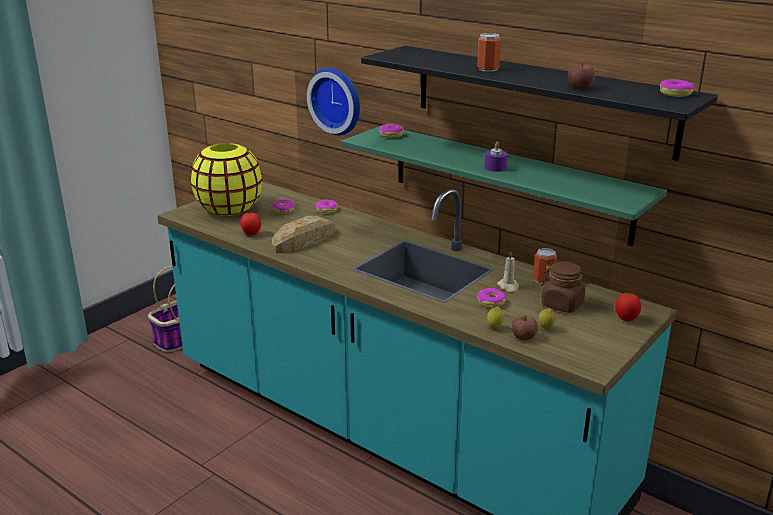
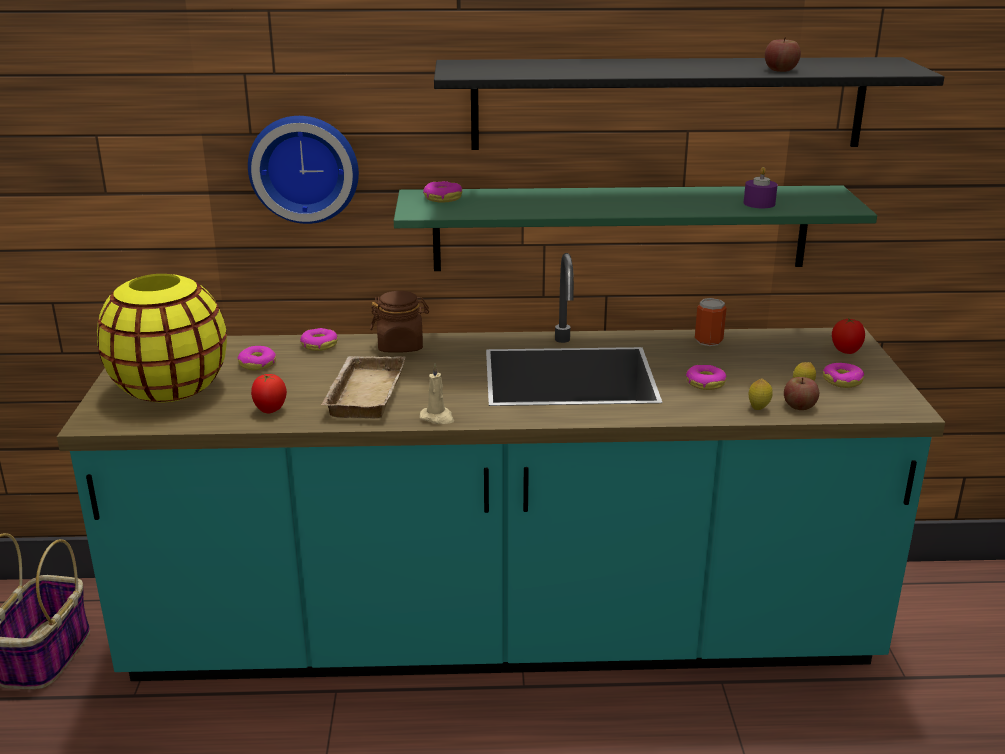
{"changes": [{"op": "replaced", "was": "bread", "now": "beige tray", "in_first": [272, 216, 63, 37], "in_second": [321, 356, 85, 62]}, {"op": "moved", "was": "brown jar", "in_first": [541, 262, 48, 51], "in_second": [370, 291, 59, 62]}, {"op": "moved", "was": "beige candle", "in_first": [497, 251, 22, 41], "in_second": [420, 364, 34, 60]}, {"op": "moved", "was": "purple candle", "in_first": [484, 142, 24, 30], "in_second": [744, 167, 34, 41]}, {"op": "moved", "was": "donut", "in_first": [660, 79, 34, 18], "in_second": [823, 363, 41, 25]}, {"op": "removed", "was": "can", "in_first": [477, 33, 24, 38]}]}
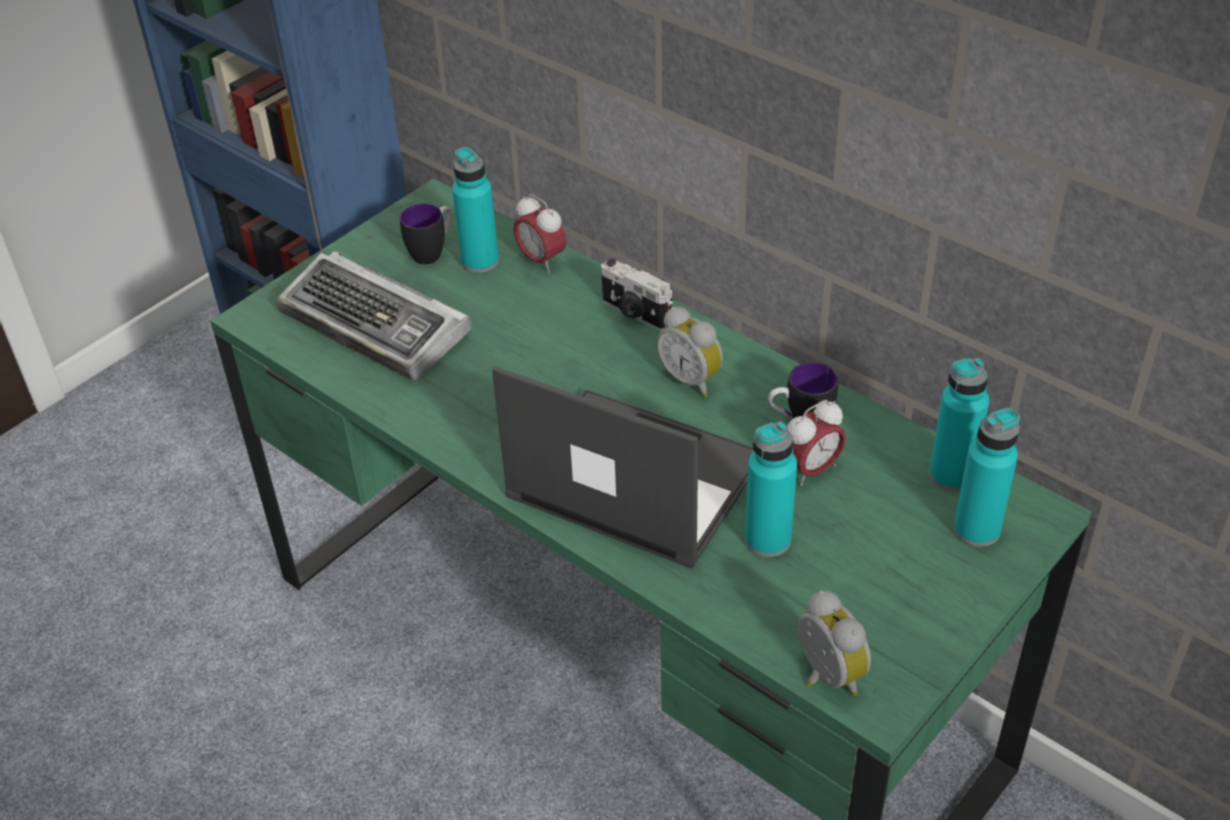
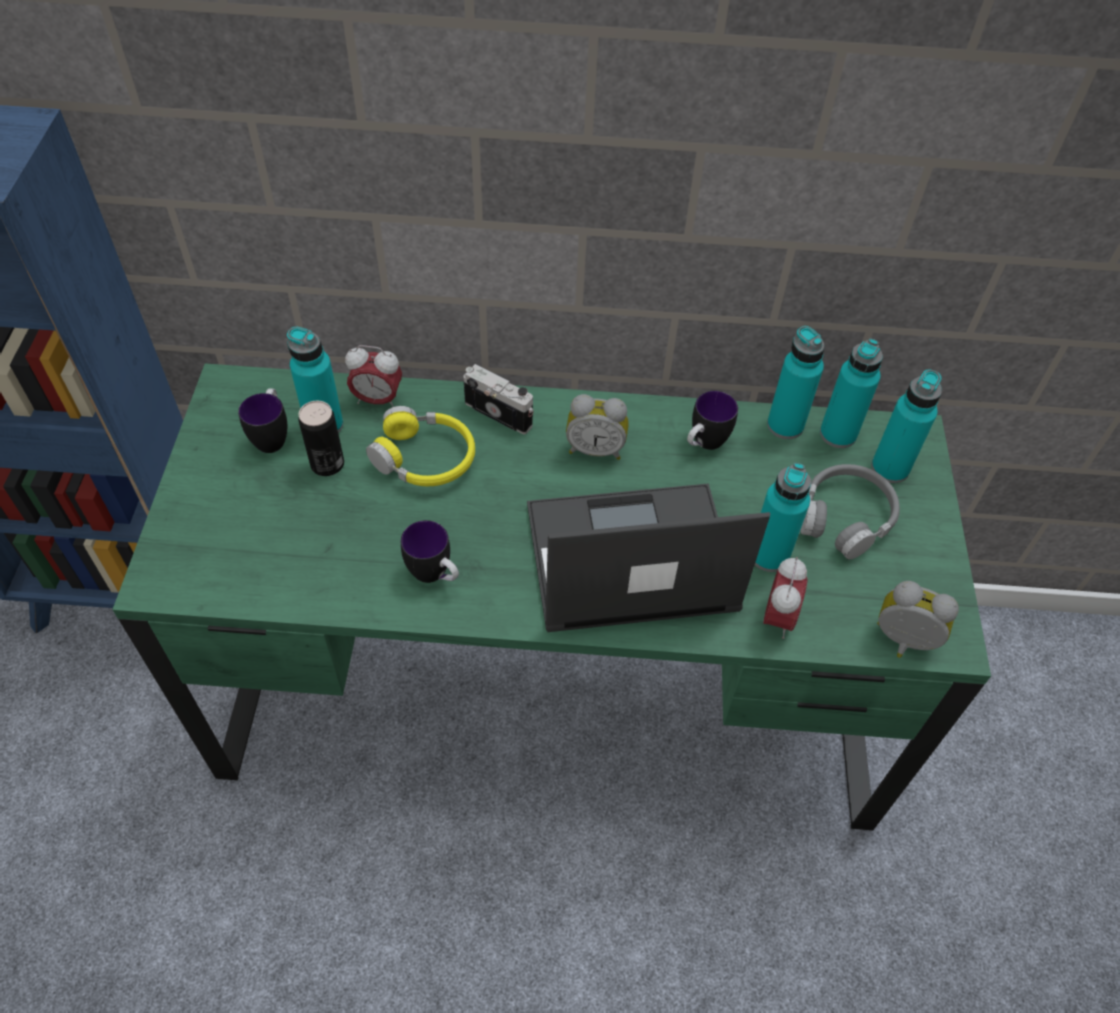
{"changes": [{"op": "added", "now": "can", "in_second": [298, 401, 46, 75]}, {"op": "added", "now": "yellow headphones", "in_second": [366, 406, 109, 80]}, {"op": "added", "now": "mug", "in_second": [401, 520, 58, 63]}, {"op": "turned", "was": "photo camera", "in_first": [601, 258, 72, 73], "in_second": [463, 364, 70, 70], "clockwise": -150}, {"op": "moved", "was": "alarm clock", "in_first": [787, 400, 59, 86], "in_second": [763, 557, 45, 82]}, {"op": "added", "now": "turquoise bottle", "in_second": [767, 326, 58, 113]}, {"op": "added", "now": "grey headphones", "in_second": [800, 464, 100, 96]}, {"op": "removed", "was": "keyboard", "in_first": [277, 251, 194, 130]}]}
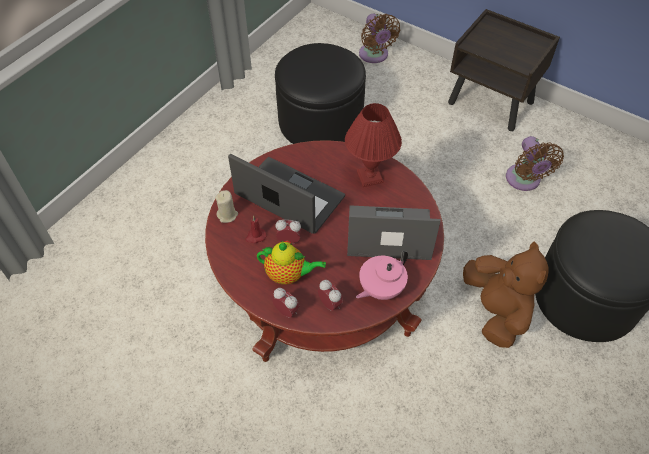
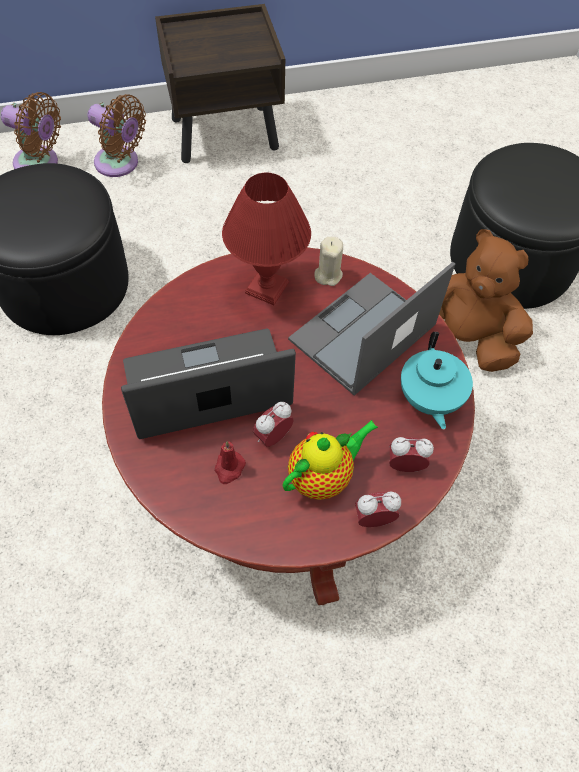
{"changes": [{"op": "moved", "was": "brown fan", "in_first": [506, 136, 58, 55], "in_second": [88, 94, 58, 83]}, {"op": "moved", "was": "beige candle", "in_first": [215, 190, 23, 33], "in_second": [314, 237, 29, 49]}, {"op": "recoloured", "was": "pink teapot", "now": "turquoise teapot", "in_first": [356, 250, 52, 50], "in_second": [401, 332, 72, 98]}]}
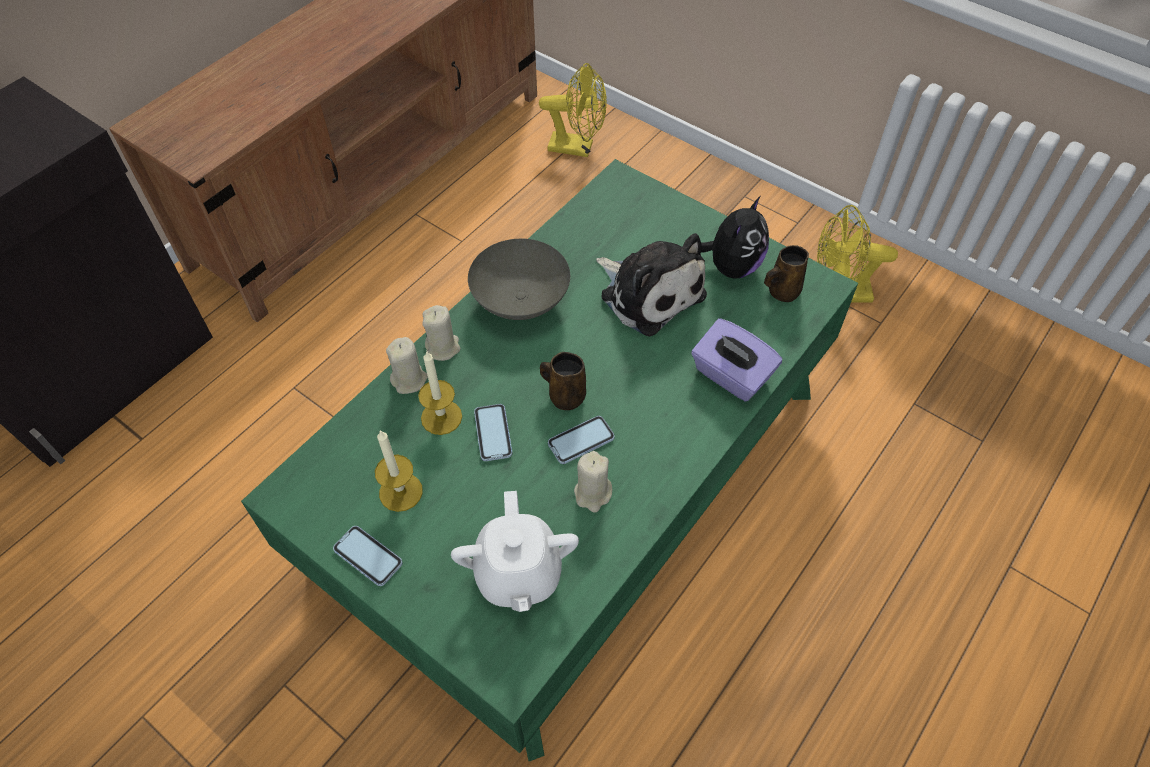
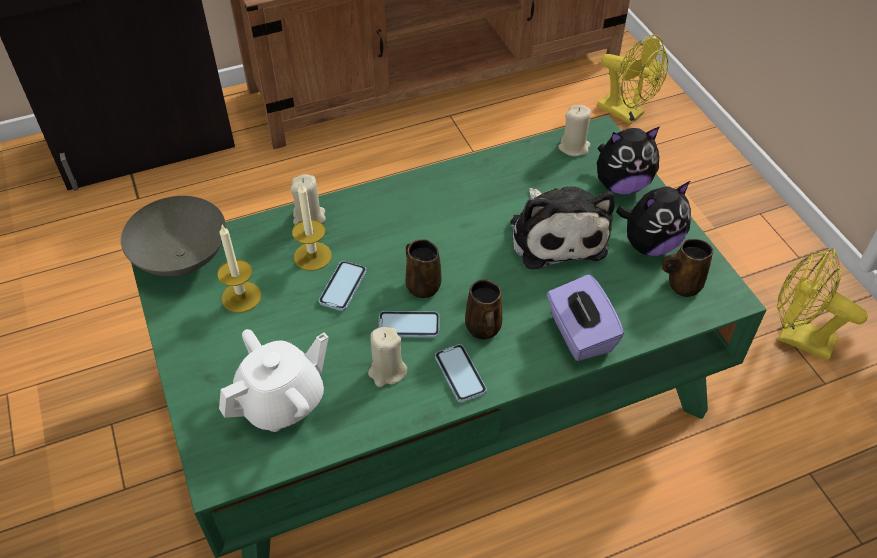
{"changes": [{"op": "moved", "was": "grey bowl", "in_first": [468, 239, 102, 81], "in_second": [121, 196, 105, 80]}, {"op": "turned", "was": "white teapot", "in_first": [451, 491, 128, 121], "in_second": [219, 329, 110, 103], "clockwise": -150}, {"op": "moved", "was": "phone", "in_first": [333, 526, 70, 60], "in_second": [435, 344, 52, 58]}, {"op": "added", "now": "brown mug", "in_second": [465, 279, 37, 61]}, {"op": "moved", "was": "beige candle", "in_first": [422, 305, 38, 56], "in_second": [558, 105, 33, 51]}, {"op": "added", "now": "plush toy", "in_second": [597, 126, 63, 68]}]}
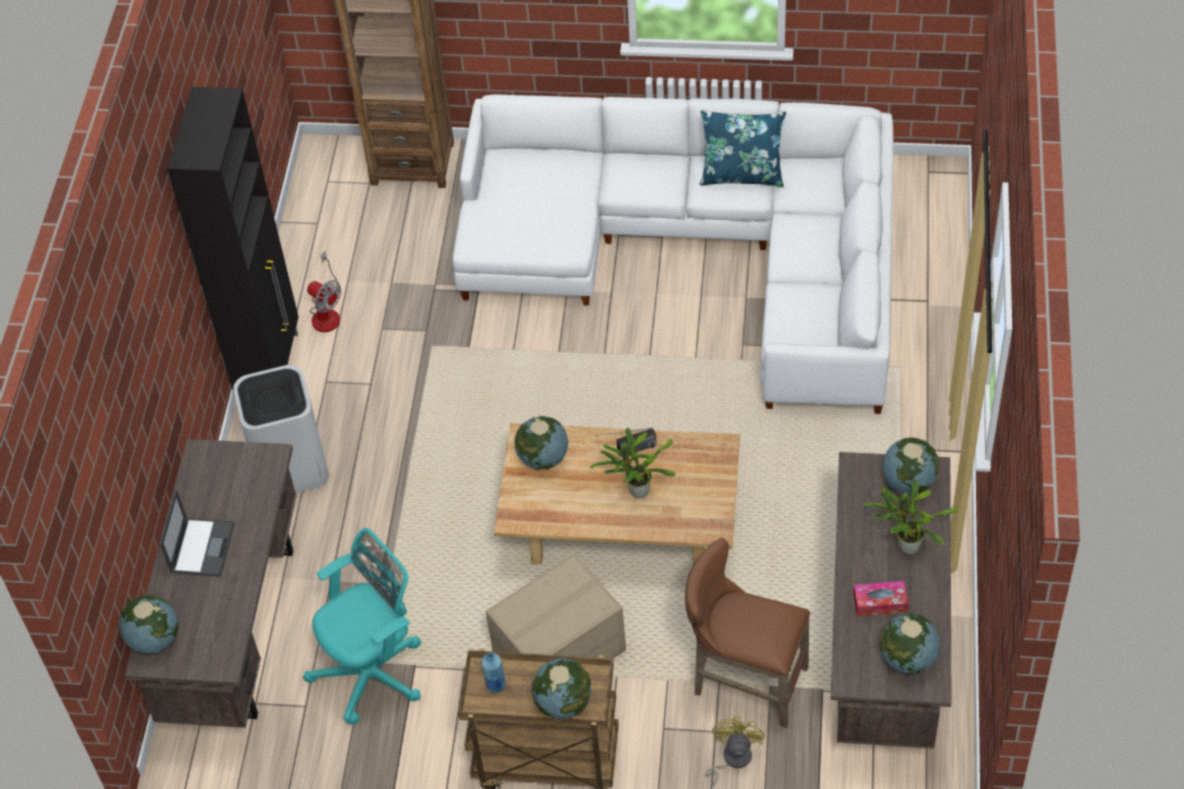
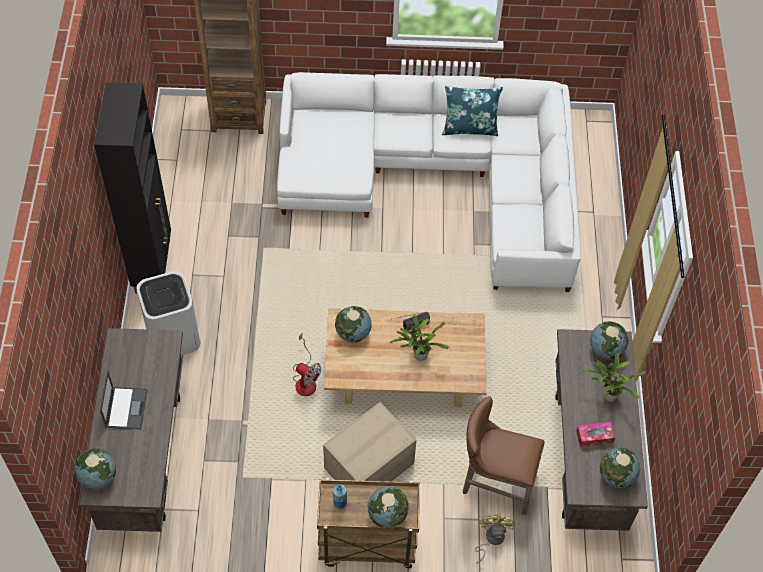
{"changes": [{"op": "moved", "was": "fan", "in_first": [307, 251, 34, 81], "in_second": [293, 333, 28, 63]}, {"op": "removed", "was": "turquoise office chair", "in_first": [303, 528, 118, 197]}]}
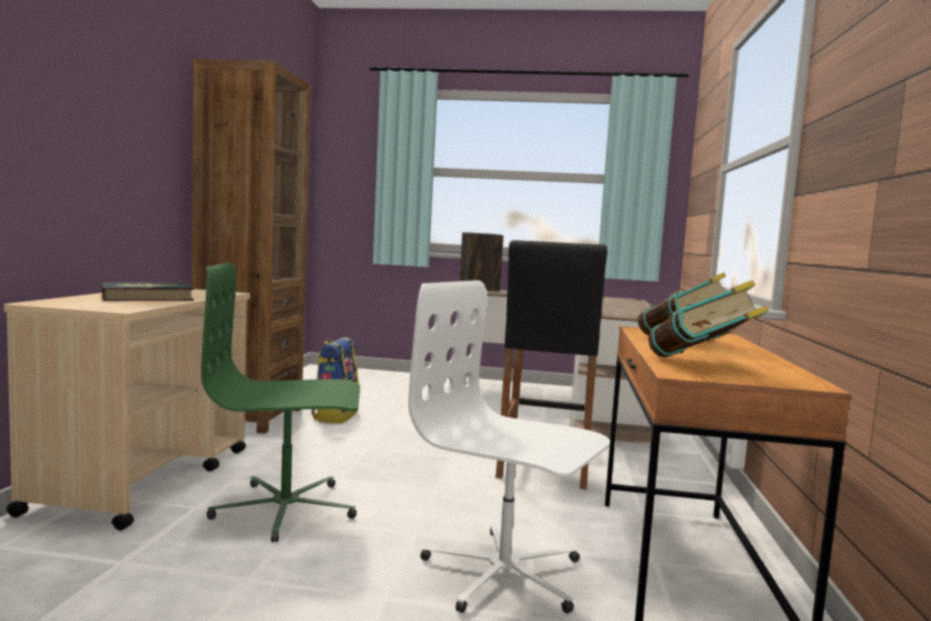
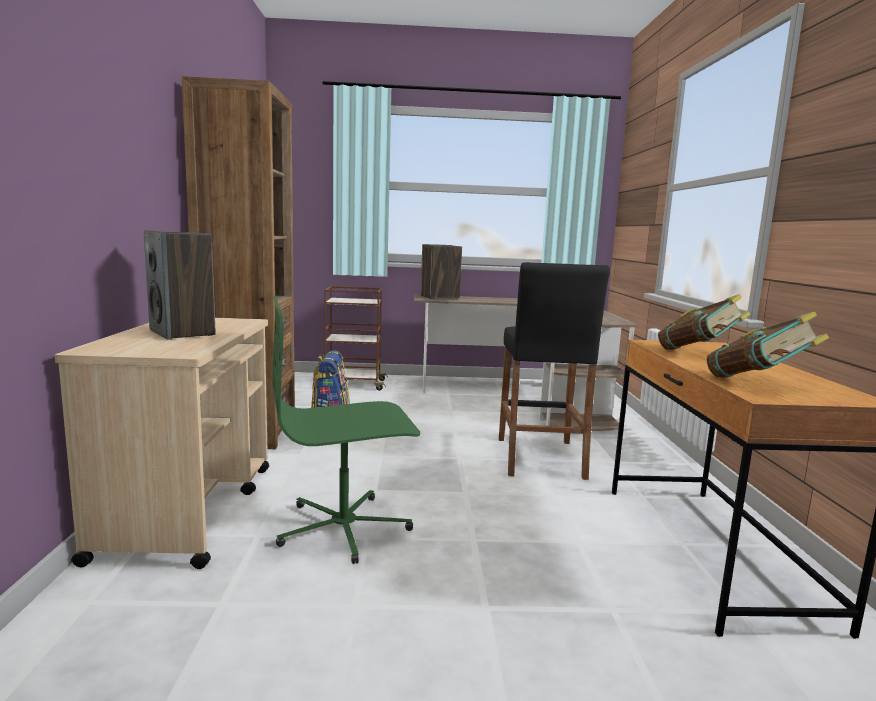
{"changes": [{"op": "replaced", "was": "book", "now": "speaker", "in_first": [102, 282, 92, 19], "in_second": [144, 230, 72, 110]}, {"op": "added", "now": "brown cart", "in_second": [324, 286, 64, 105]}, {"op": "removed", "was": "white office chair", "in_first": [408, 280, 202, 333]}]}
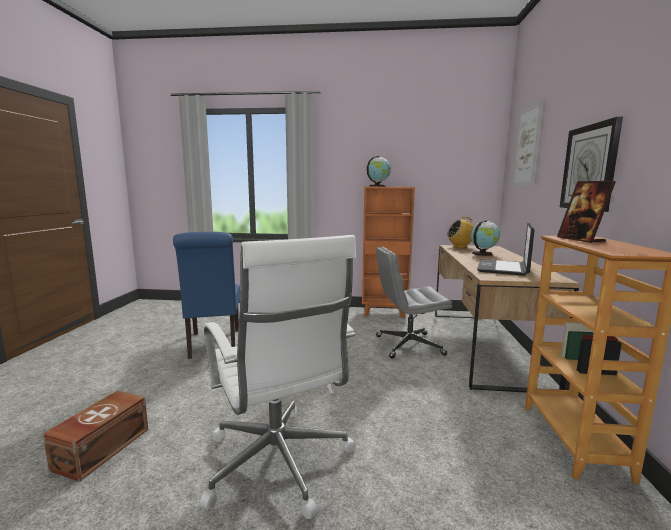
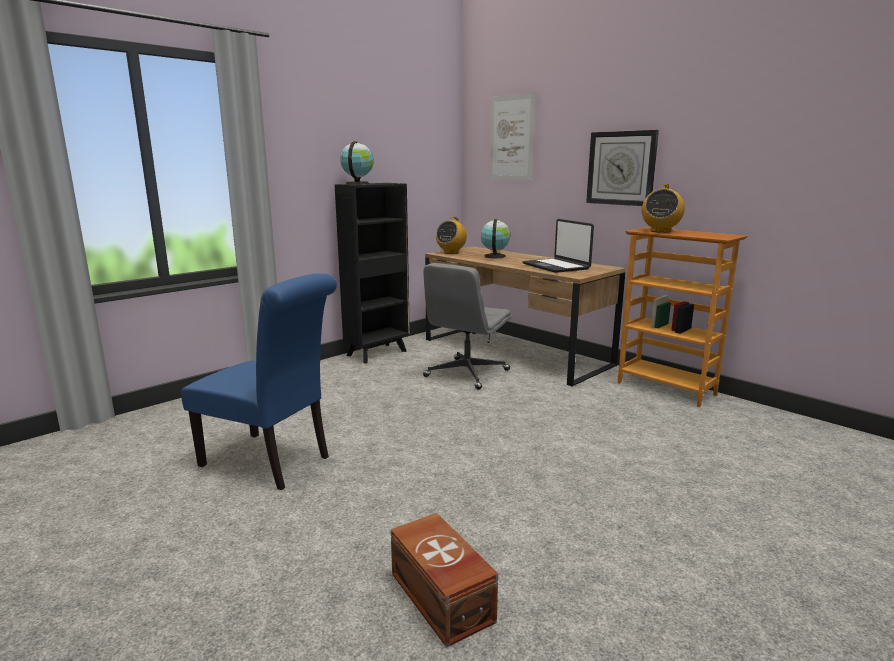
{"changes": [{"op": "recoloured", "was": "orange bookcase", "now": "black bookcase", "in_first": [362, 187, 53, 131], "in_second": [335, 183, 75, 180]}, {"op": "replaced", "was": "picture frame", "now": "radio", "in_first": [557, 181, 59, 62], "in_second": [642, 184, 43, 49]}, {"op": "removed", "was": "white office chair", "in_first": [200, 235, 157, 284]}]}
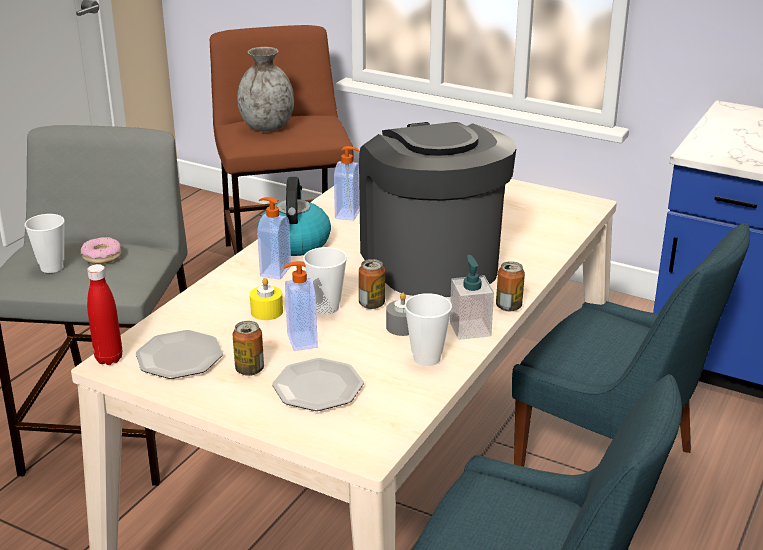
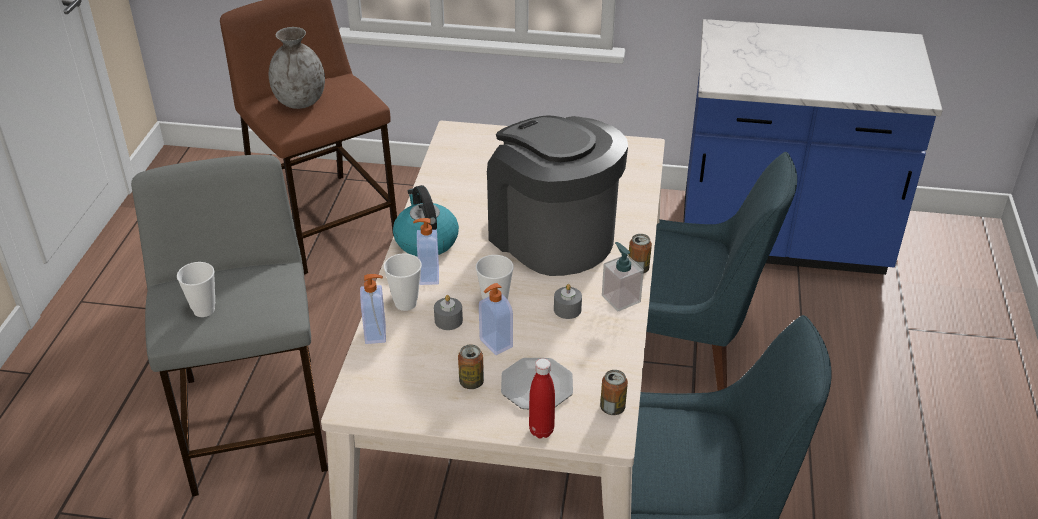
{"changes": [{"op": "moved", "was": "soap dispenser", "in_first": [334, 146, 26, 75], "in_second": [360, 274, 26, 70]}, {"op": "moved", "was": "cup", "in_first": [405, 293, 47, 73], "in_second": [384, 253, 38, 58]}, {"op": "recoloured", "was": "yellow candle", "now": "grey candle", "in_first": [250, 278, 33, 42], "in_second": [434, 295, 29, 35]}, {"op": "moved", "was": "red bottle", "in_first": [87, 264, 35, 101], "in_second": [529, 358, 26, 80]}, {"op": "moved", "was": "can", "in_first": [359, 259, 26, 50], "in_second": [600, 370, 28, 45]}, {"op": "removed", "was": "donut", "in_first": [81, 237, 40, 27]}, {"op": "removed", "was": "plate", "in_first": [136, 330, 87, 49]}]}
